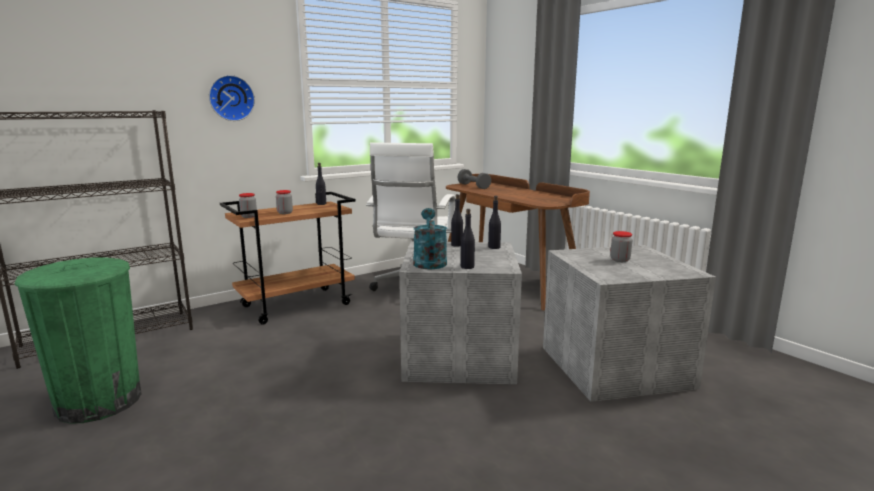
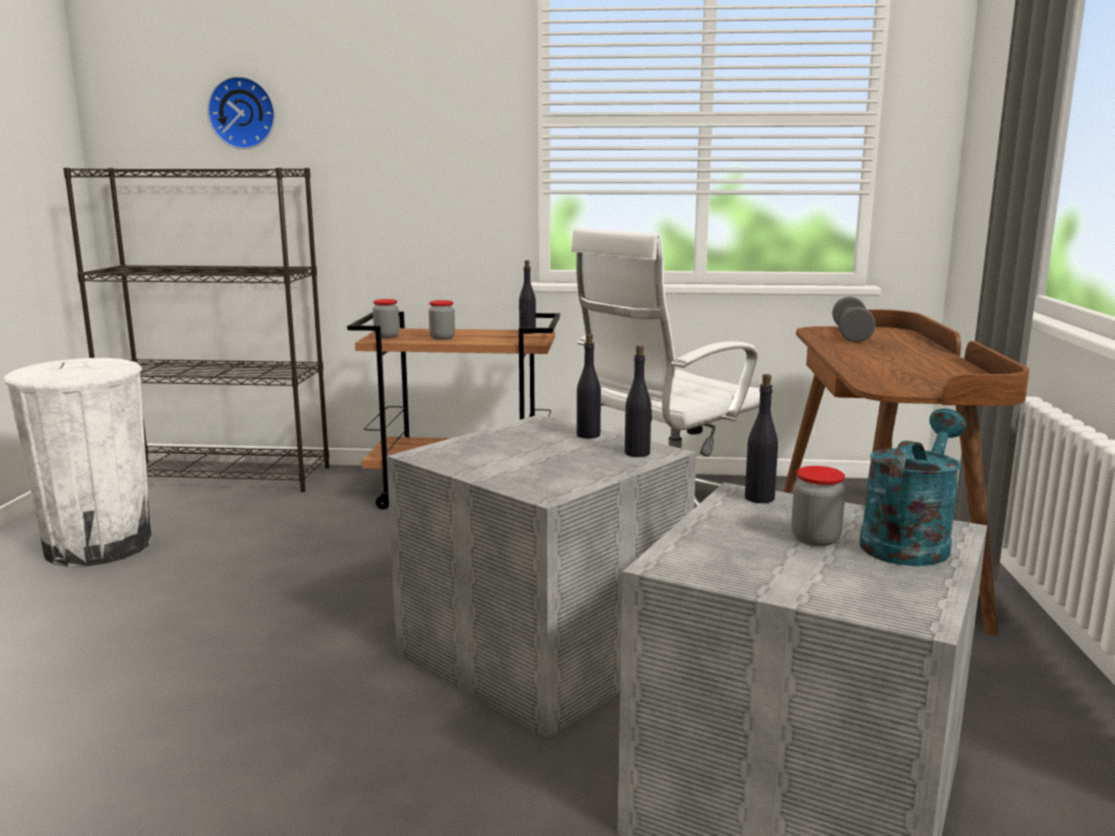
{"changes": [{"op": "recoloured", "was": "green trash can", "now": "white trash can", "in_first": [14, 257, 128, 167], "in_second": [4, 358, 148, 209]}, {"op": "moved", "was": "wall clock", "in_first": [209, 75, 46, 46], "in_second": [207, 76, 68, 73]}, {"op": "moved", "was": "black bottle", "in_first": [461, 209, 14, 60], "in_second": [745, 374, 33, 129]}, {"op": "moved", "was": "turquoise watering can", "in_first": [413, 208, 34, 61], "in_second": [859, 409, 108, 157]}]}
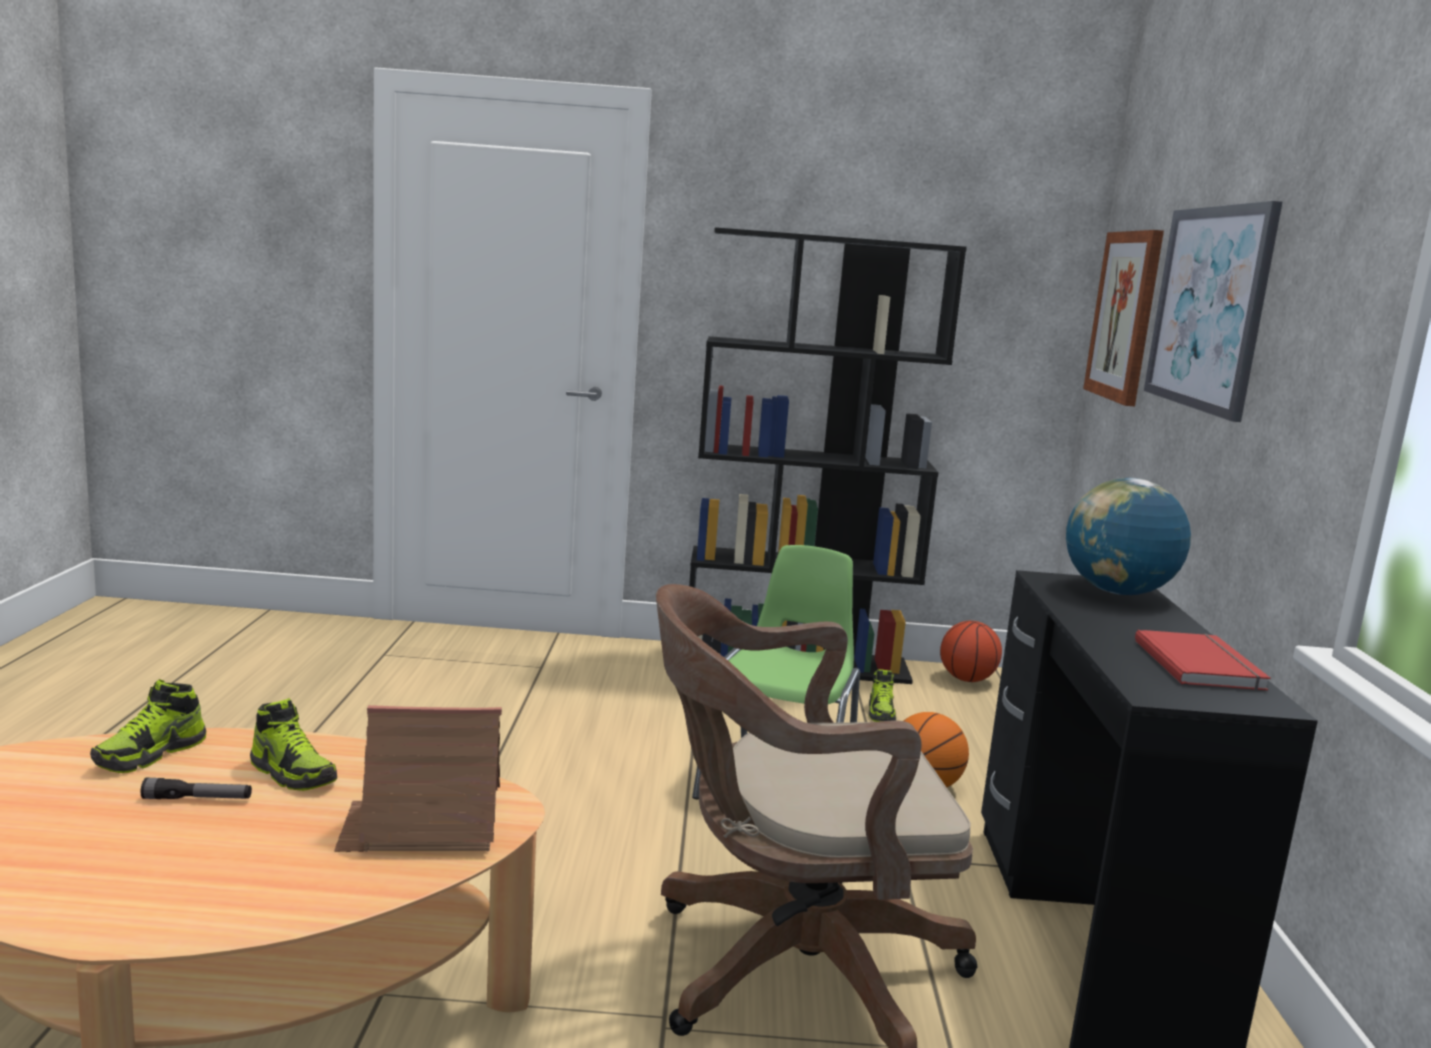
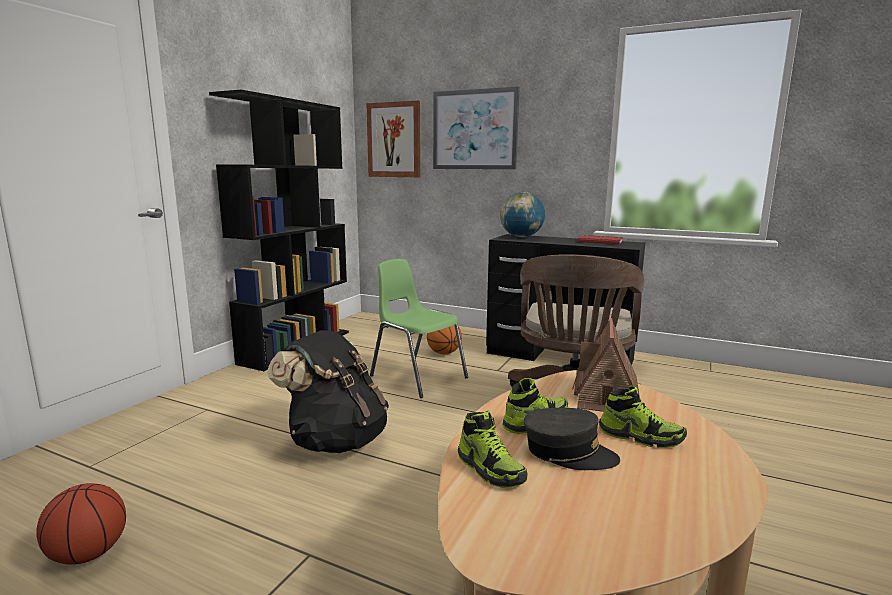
{"changes": [{"op": "moved", "was": "basketball", "in_first": [940, 621, 62, 61], "in_second": [36, 483, 90, 82]}, {"op": "added", "now": "black backpack", "in_second": [267, 330, 122, 123]}, {"op": "replaced", "was": "flashlight", "now": "grey cap", "in_first": [141, 778, 111, 21], "in_second": [524, 408, 96, 62]}, {"op": "moved", "was": "shoe", "in_first": [869, 669, 27, 53], "in_second": [599, 386, 88, 62]}]}
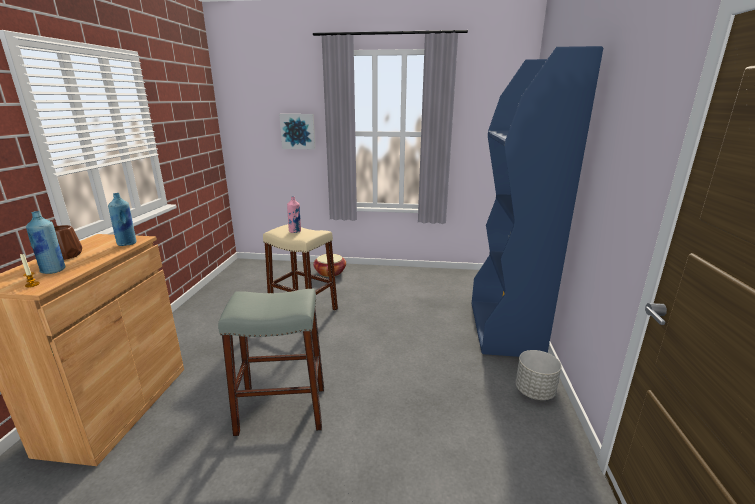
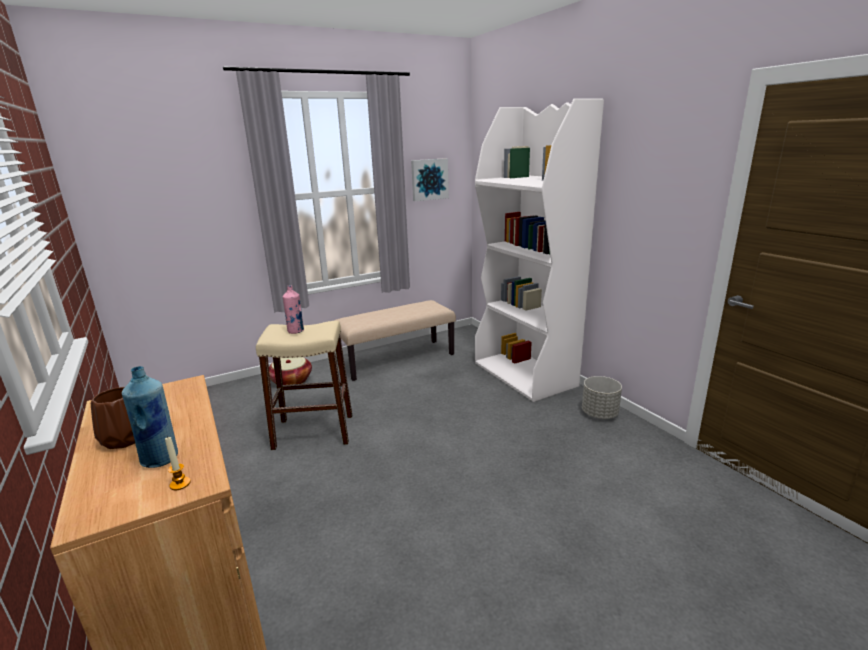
{"changes": [{"op": "added", "now": "beige bench", "in_second": [334, 300, 122, 81]}, {"op": "moved", "was": "picture", "in_first": [279, 114, 37, 35], "in_second": [411, 158, 38, 43]}, {"op": "recoloured", "was": "blue bookcase", "now": "white bookcase", "in_first": [472, 46, 131, 311], "in_second": [475, 98, 129, 304]}, {"op": "removed", "was": "blue bottle", "in_first": [108, 193, 29, 53]}, {"op": "removed", "was": "grey stool", "in_first": [218, 289, 106, 147]}]}
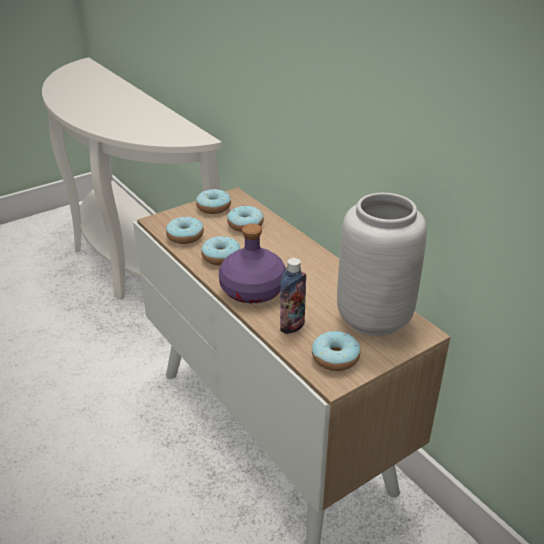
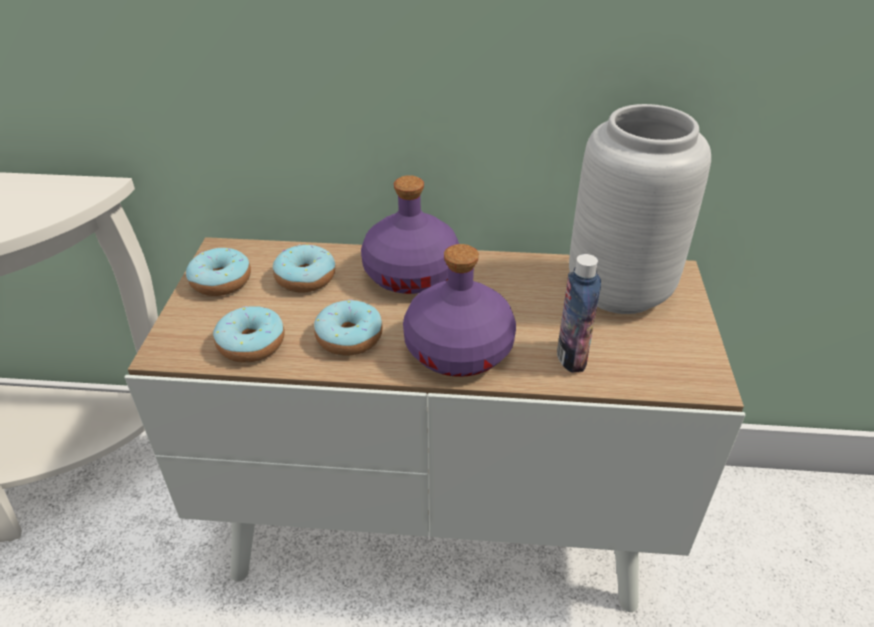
{"changes": [{"op": "added", "now": "purple bottle", "in_second": [361, 175, 98, 119]}, {"op": "removed", "was": "donut", "in_first": [312, 331, 48, 40]}]}
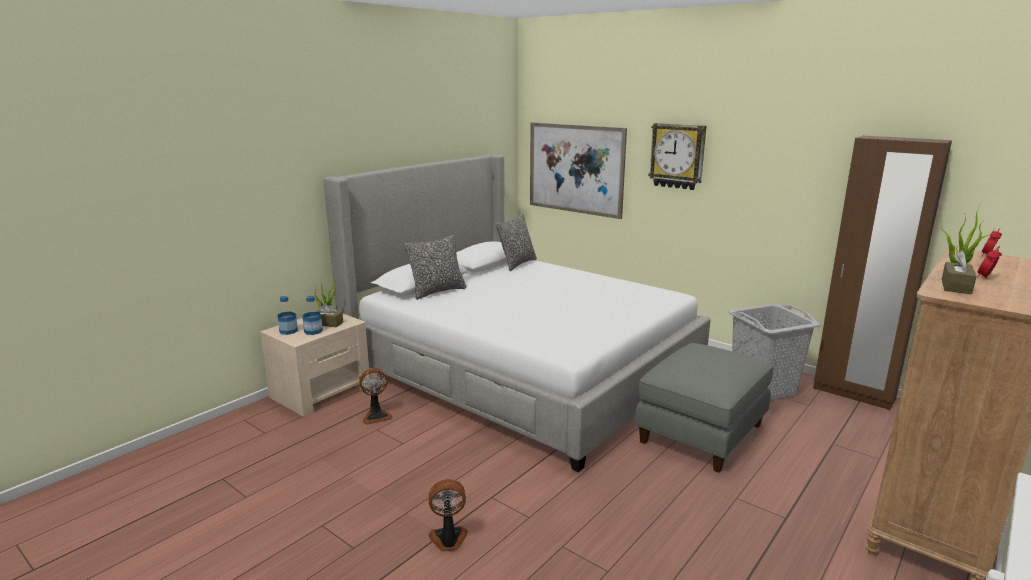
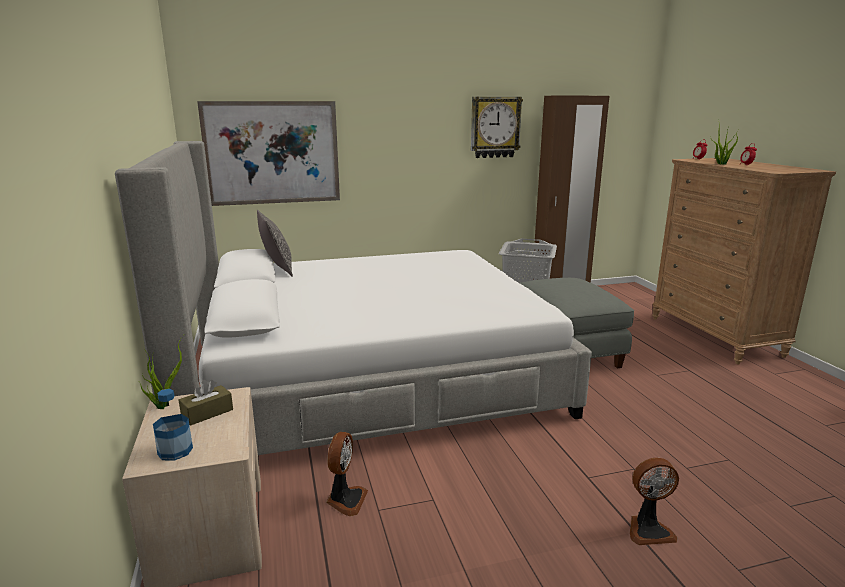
{"changes": [{"op": "moved", "was": "wall clock", "in_first": [648, 123, 58, 67], "in_second": [471, 97, 52, 61]}, {"op": "turned", "was": "fan", "in_first": [428, 479, 40, 73], "in_second": [630, 458, 49, 87], "clockwise": -120}, {"op": "removed", "was": "bottle", "in_first": [302, 296, 21, 39]}, {"op": "removed", "was": "pillow", "in_first": [404, 235, 62, 65]}, {"op": "removed", "was": "brown tissue box", "in_first": [942, 251, 35, 43]}]}
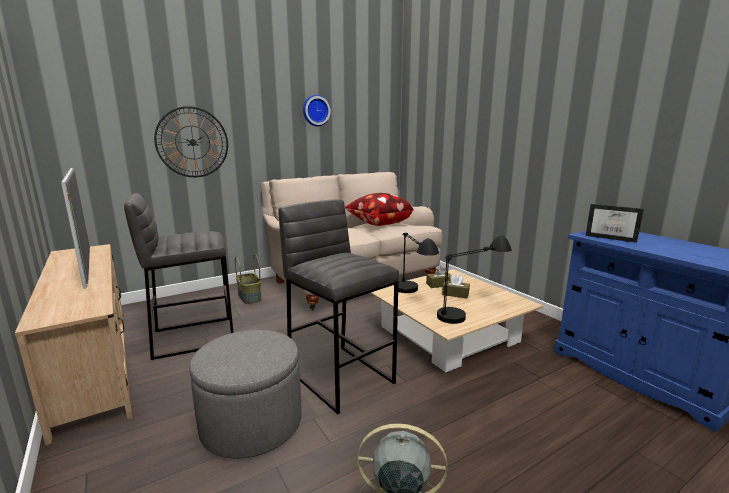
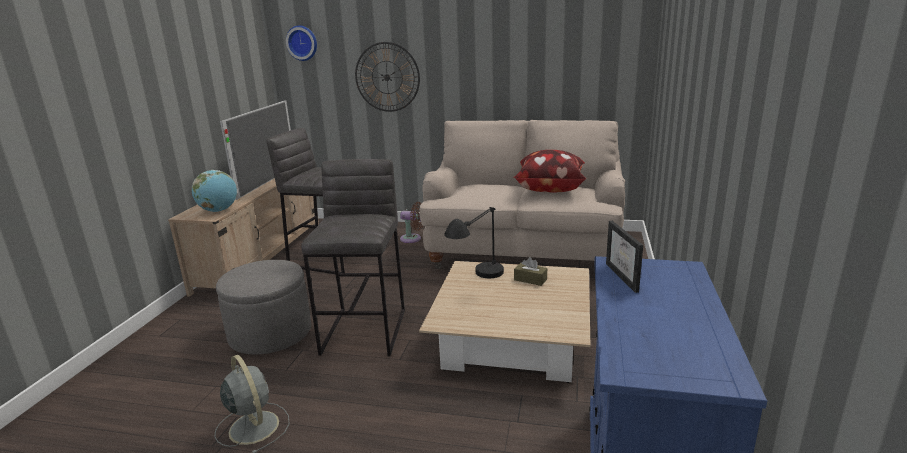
{"changes": [{"op": "added", "now": "globe", "in_second": [192, 170, 45, 42]}, {"op": "moved", "was": "wall clock", "in_first": [303, 95, 28, 31], "in_second": [286, 25, 31, 36]}, {"op": "replaced", "was": "basket", "now": "brown fan", "in_first": [235, 254, 26, 50], "in_second": [400, 202, 23, 41]}, {"op": "removed", "was": "black table lamp", "in_first": [437, 235, 75, 89]}, {"op": "removed", "was": "brown tissue box", "in_first": [442, 274, 28, 24]}]}
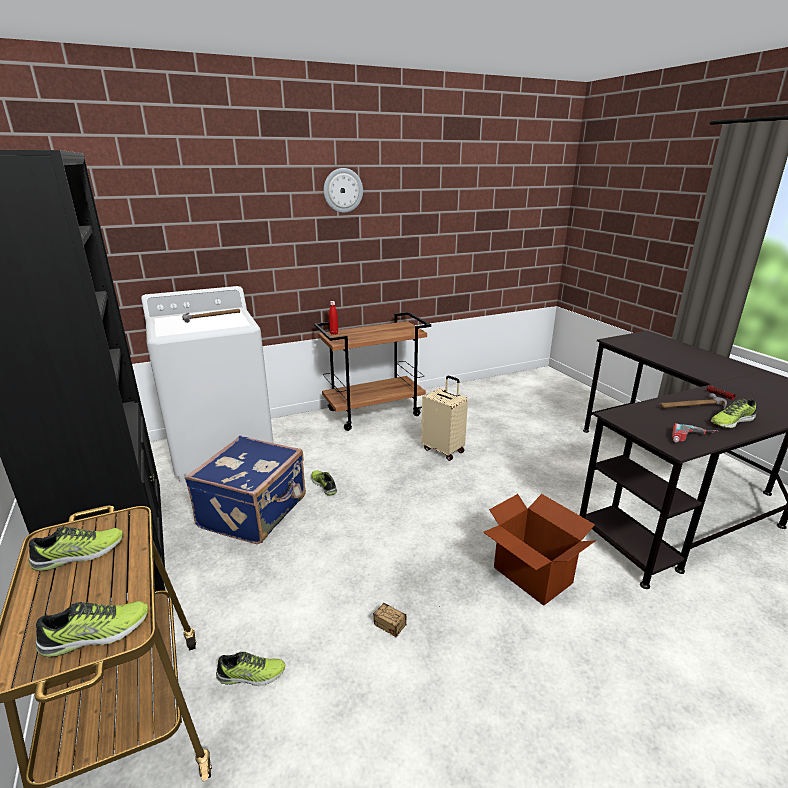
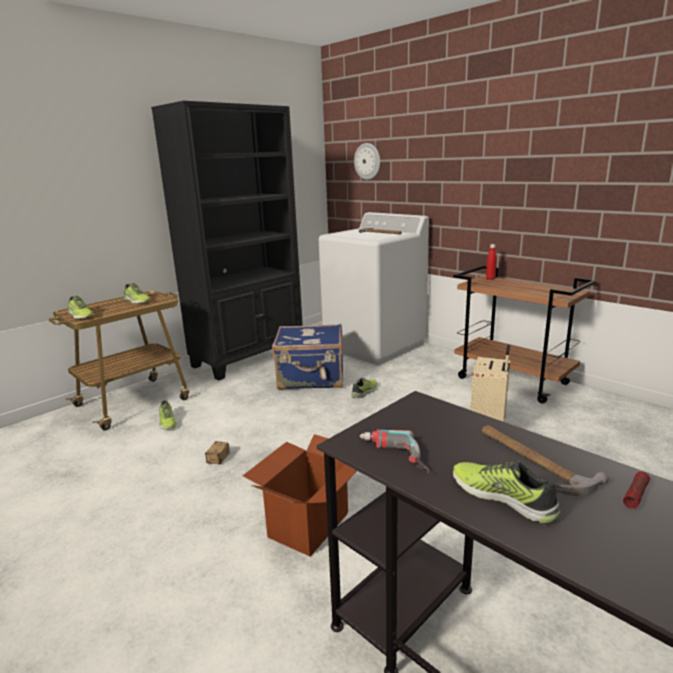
{"changes": [{"op": "moved", "was": "wall clock", "in_first": [324, 168, 39, 45], "in_second": [354, 143, 26, 37]}]}
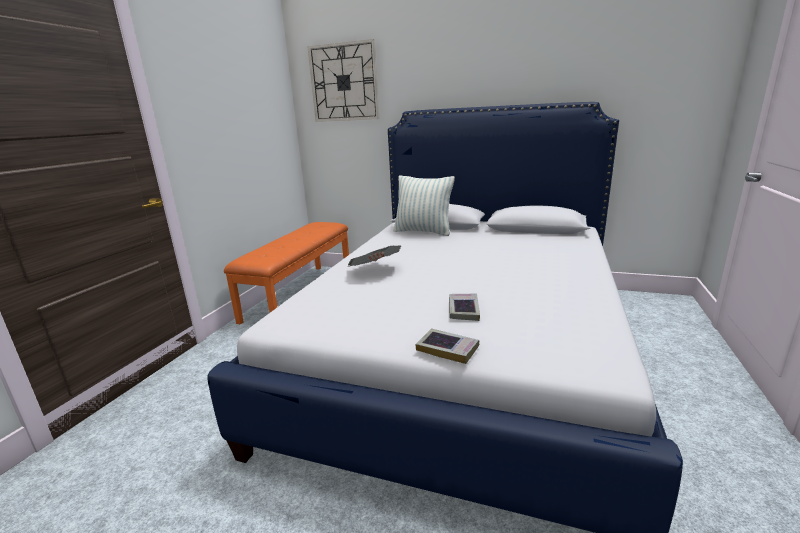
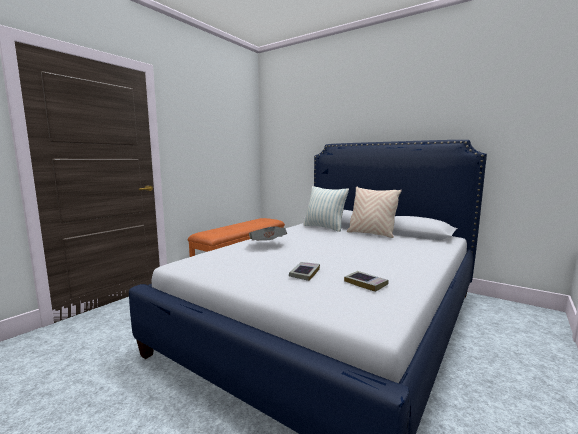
{"changes": [{"op": "moved", "was": "book", "in_first": [415, 328, 64, 36], "in_second": [344, 271, 45, 21]}, {"op": "added", "now": "beige pillow", "in_second": [347, 186, 55, 52]}, {"op": "removed", "was": "wall clock", "in_first": [307, 39, 72, 83]}]}
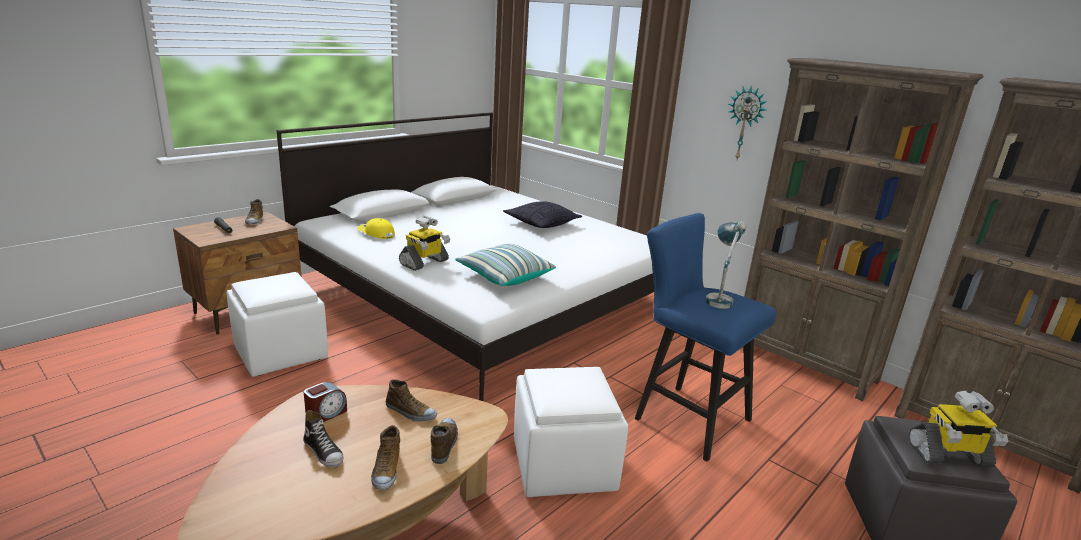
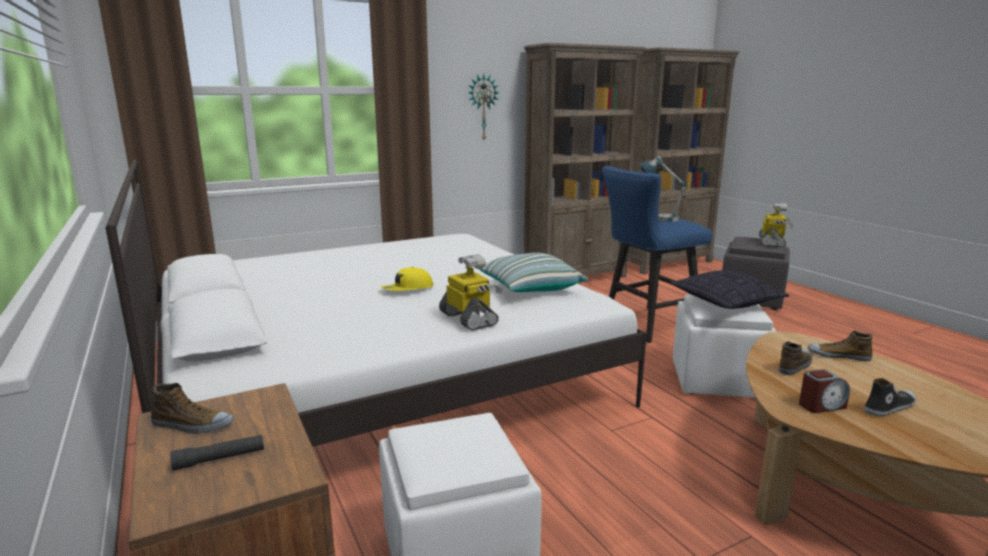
{"changes": [{"op": "moved", "was": "yellow cap", "in_first": [357, 218, 38, 21], "in_second": [381, 267, 52, 24]}, {"op": "moved", "was": "pillow", "in_first": [503, 201, 79, 27], "in_second": [669, 270, 120, 39]}, {"op": "turned", "was": "alarm clock", "in_first": [304, 382, 43, 40], "in_second": [799, 369, 51, 44], "clockwise": 105}, {"op": "removed", "was": "shoe", "in_first": [371, 425, 29, 65]}]}
